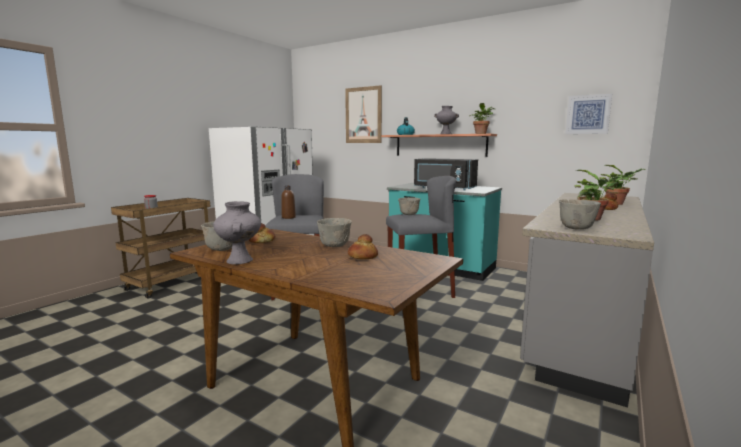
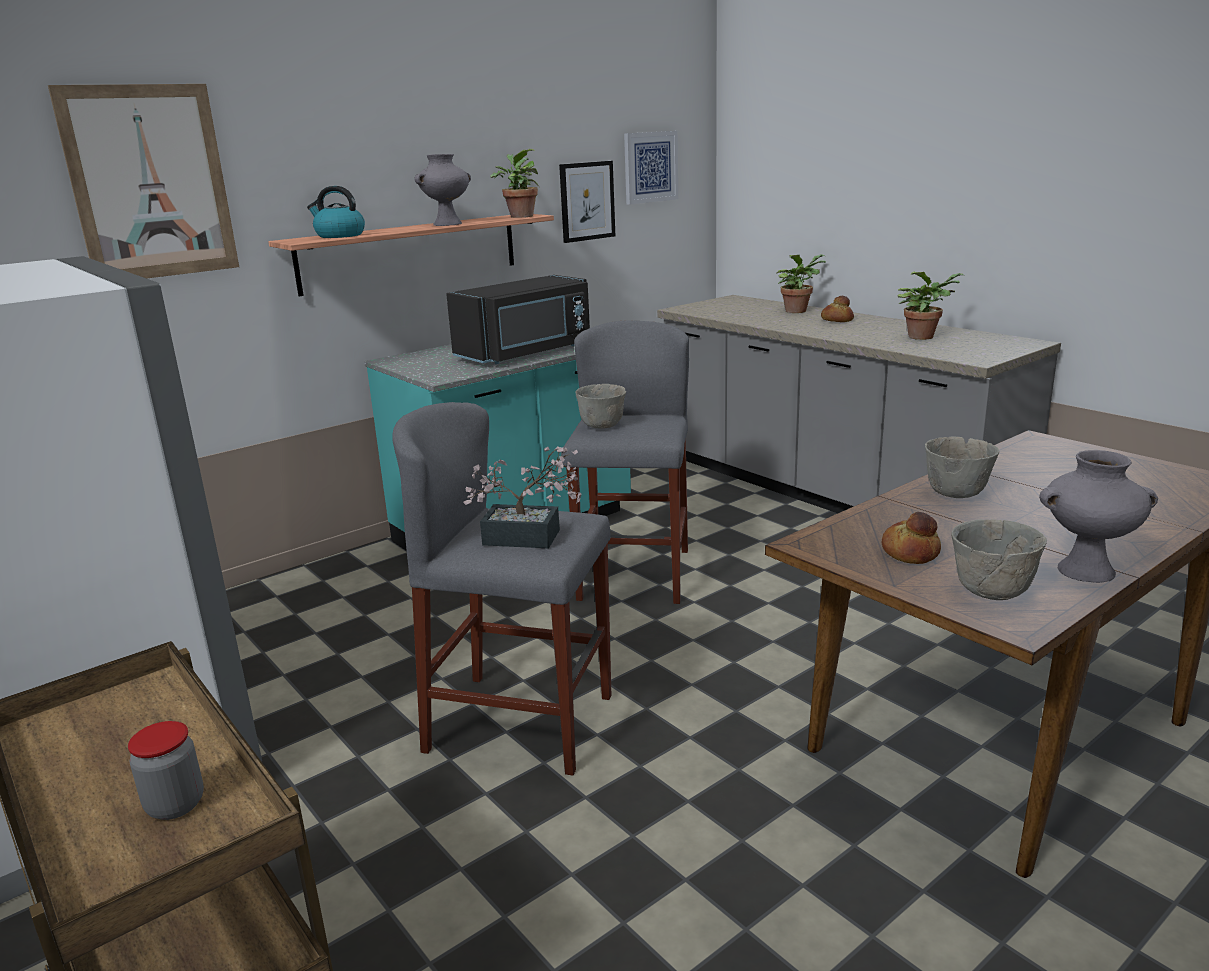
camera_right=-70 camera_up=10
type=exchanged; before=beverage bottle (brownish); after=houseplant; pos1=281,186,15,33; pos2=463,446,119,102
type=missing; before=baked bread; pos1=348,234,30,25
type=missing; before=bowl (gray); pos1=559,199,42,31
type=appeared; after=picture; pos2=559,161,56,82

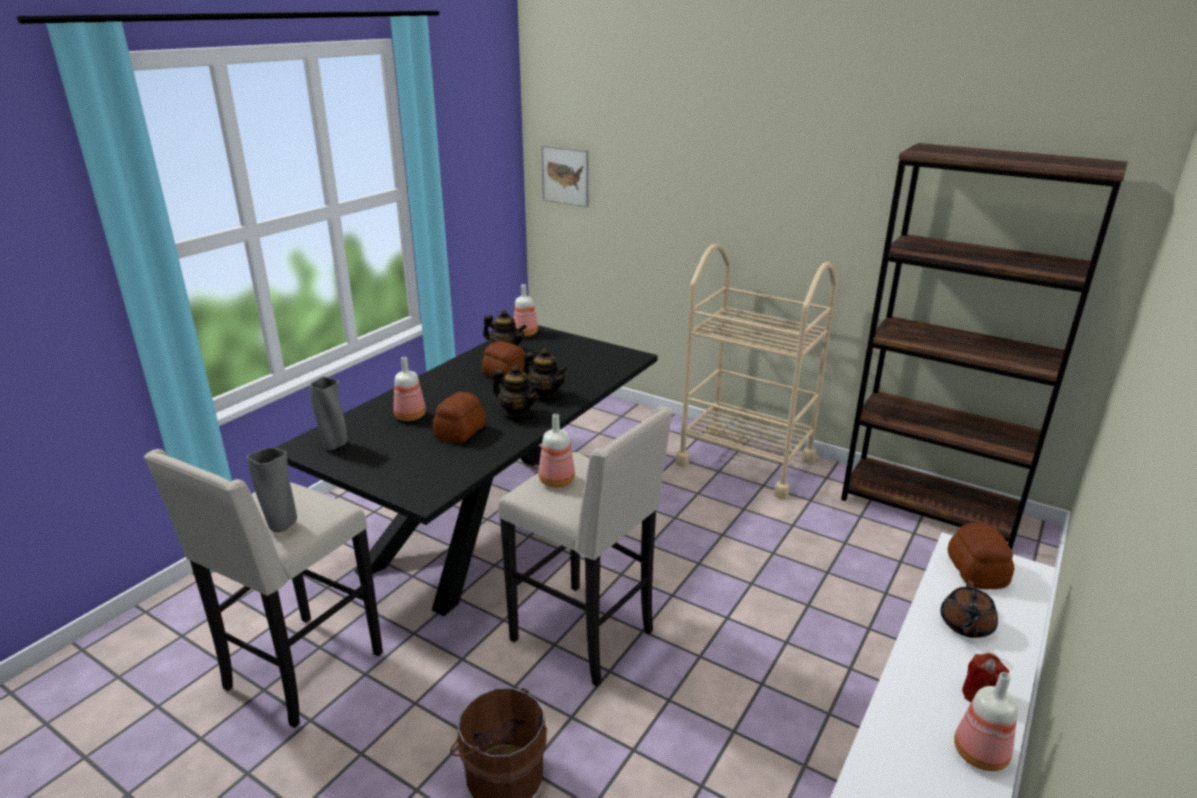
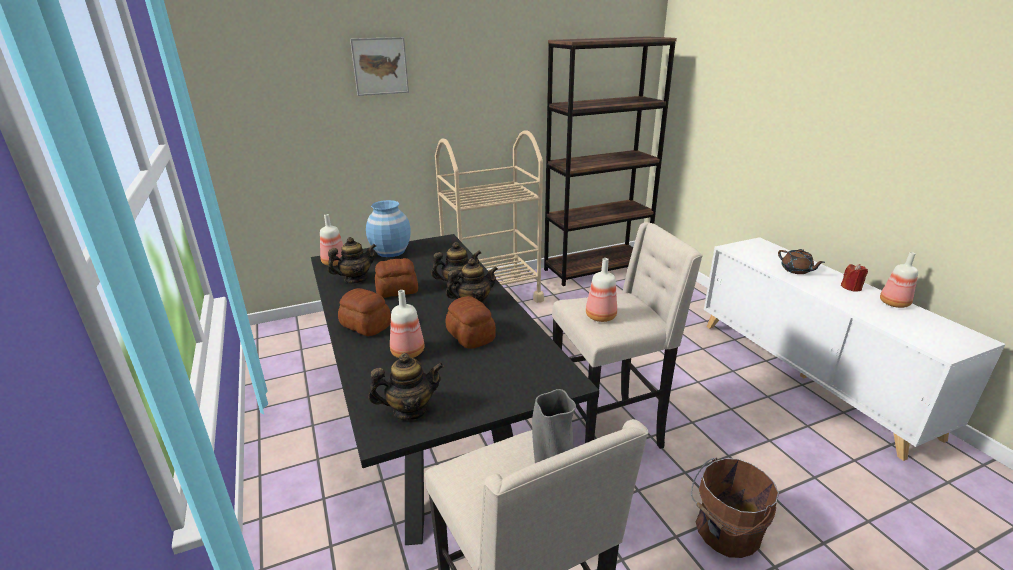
camera_right=-55 camera_up=0
type=exchanged; before=vase (gray); after=pot for tea; pos1=310,377,37,73; pos2=368,353,76,68
type=relocated; before=picture; pos1=541,145,48,62; pos2=350,37,59,59
type=relocated; before=baked bread; pos1=948,522,67,67; pos2=338,288,53,48
type=appeared; after=vase (bluish); pos2=366,200,45,57

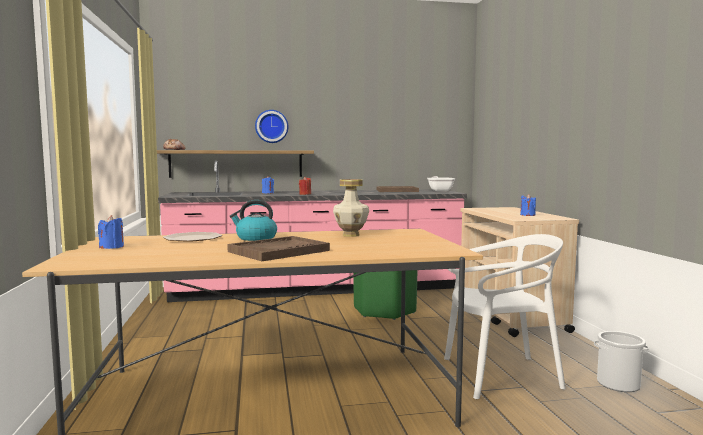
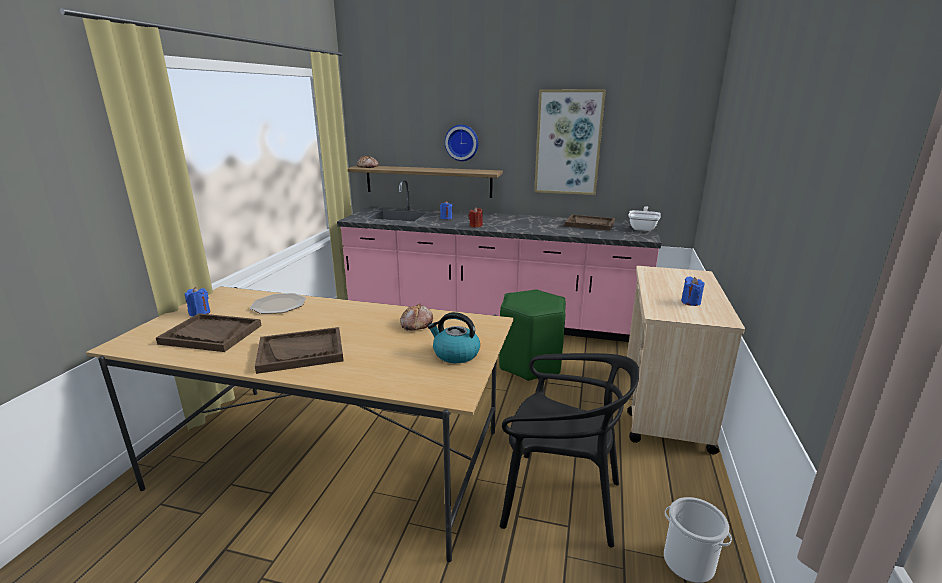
camera_right=25 camera_up=15
type=relocated; before=kettle; pos1=230,200,47,41; pos2=428,312,52,51
type=exchanged; before=vase; after=baked bread; pos1=333,179,36,58; pos2=400,303,33,28
type=colour; before=plain chair (white); after=plain chair (black); pos1=444,234,122,165; pos2=500,353,139,195
type=appeared; after=tray (brownish); pos2=156,313,106,39
type=appeared; after=picture; pos2=534,89,72,106

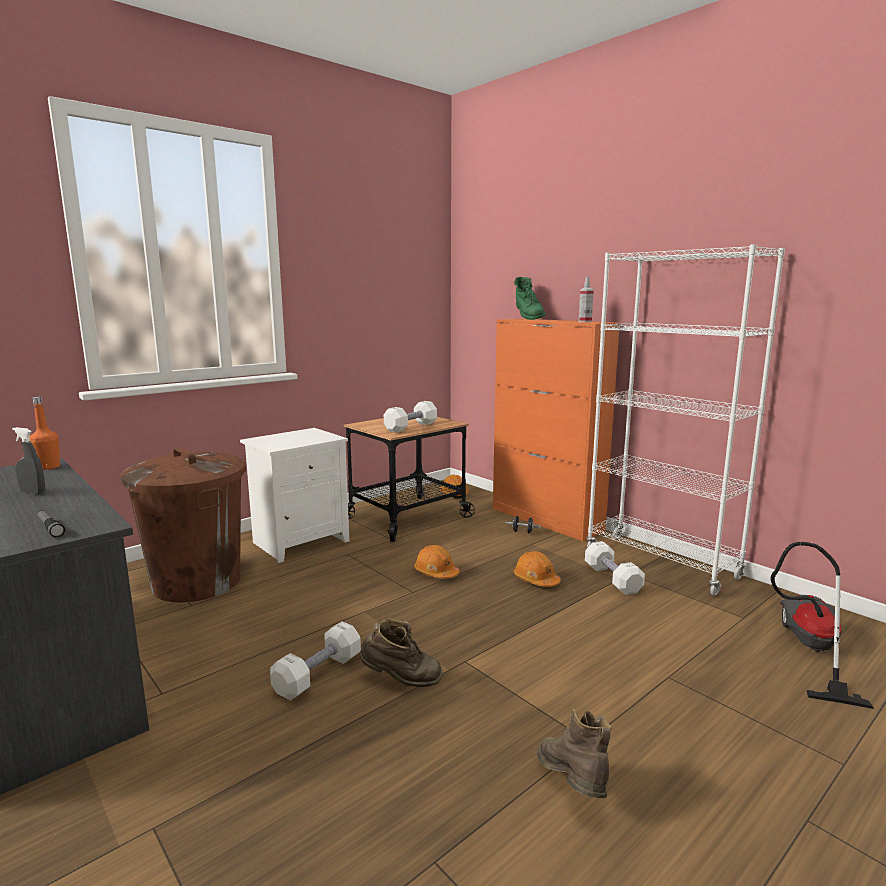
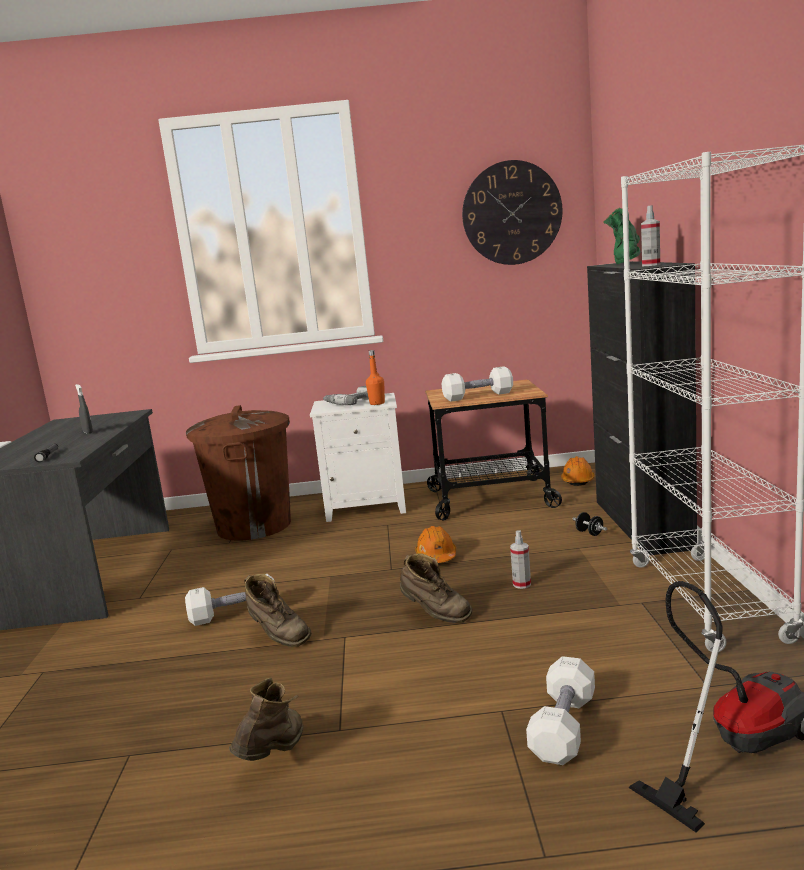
camera_right=40 camera_up=0
type=relocated; before=beverage bottle (orange); pos1=29,397,31,73; pos2=366,350,19,55
type=colour; before=cupboard (orange); after=cupboard (black); pos1=493,319,127,222; pos2=587,261,110,294
type=exchanged; before=work helmet (orange); after=hand sprayer; pos1=513,551,48,36; pos2=510,530,21,59
type=relocated; before=dumbbell (white); pos1=585,541,60,54; pos2=526,656,69,109
type=appeared; after=electric drill; pos2=323,386,46,19
type=appeared; after=tall boot (brownish); pos2=400,553,73,70
type=appeared; after=clock on the wall; pos2=462,160,101,105

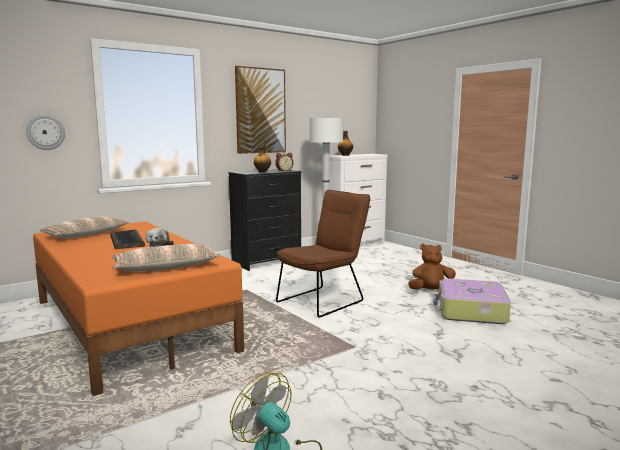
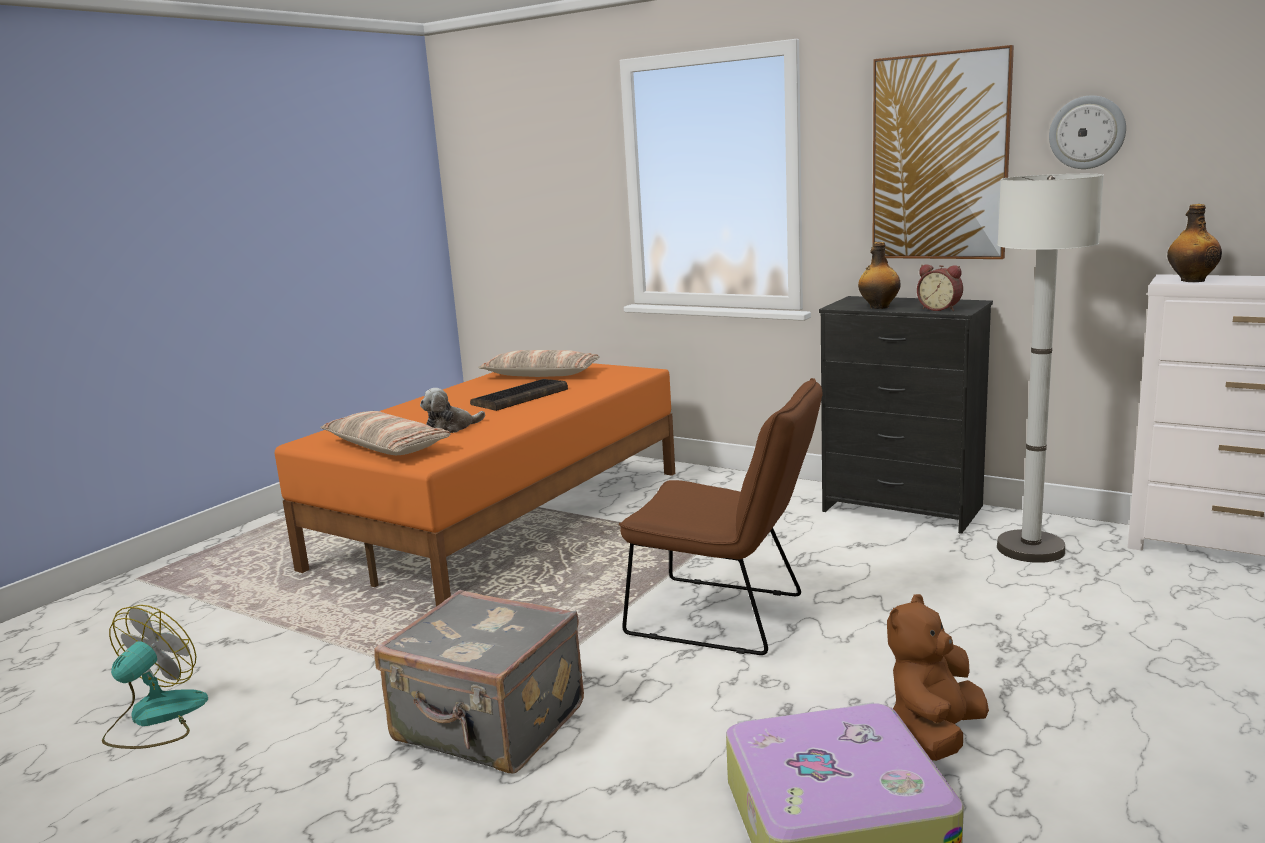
camera_right=70 camera_up=5
type=relocated; before=clock on the wall; pos1=26,115,39,35; pos2=1049,95,77,74
type=spun; before=plush toy (brownish); pos1=408,244,48,46; pos2=887,594,102,167; turn=-120
type=appeared; after=suitcase (gray); pos2=374,590,210,183

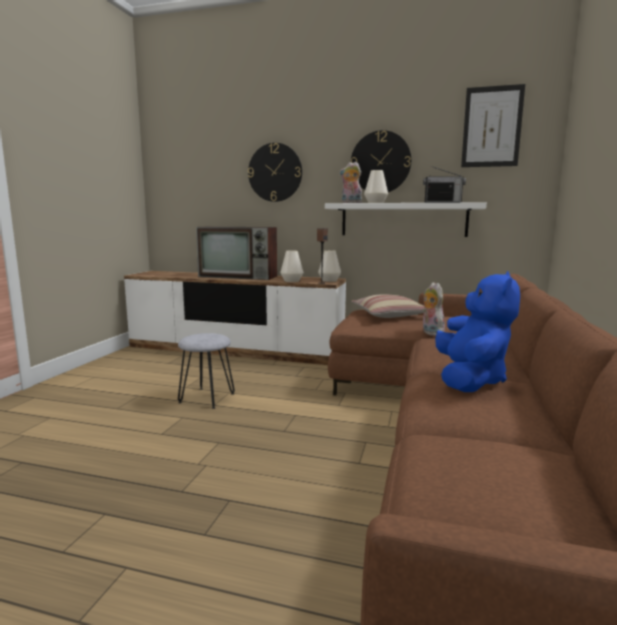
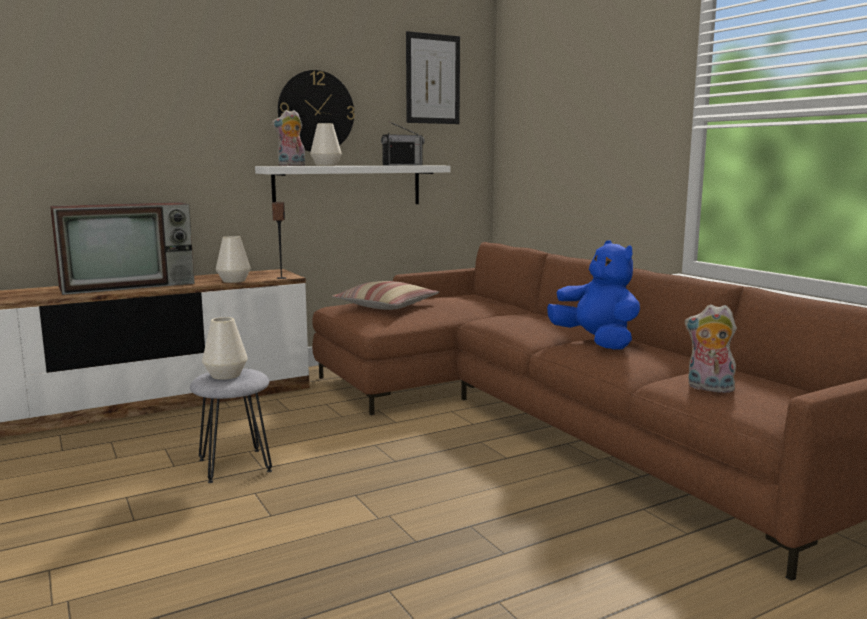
camera_right=-45 camera_up=0
type=missing; before=clock on the wall; pos1=248,143,54,59
type=relocated; before=vase (white); pos1=318,250,23,32; pos2=202,317,46,63
type=relocated; before=plush toy; pos1=422,282,23,54; pos2=685,304,53,89

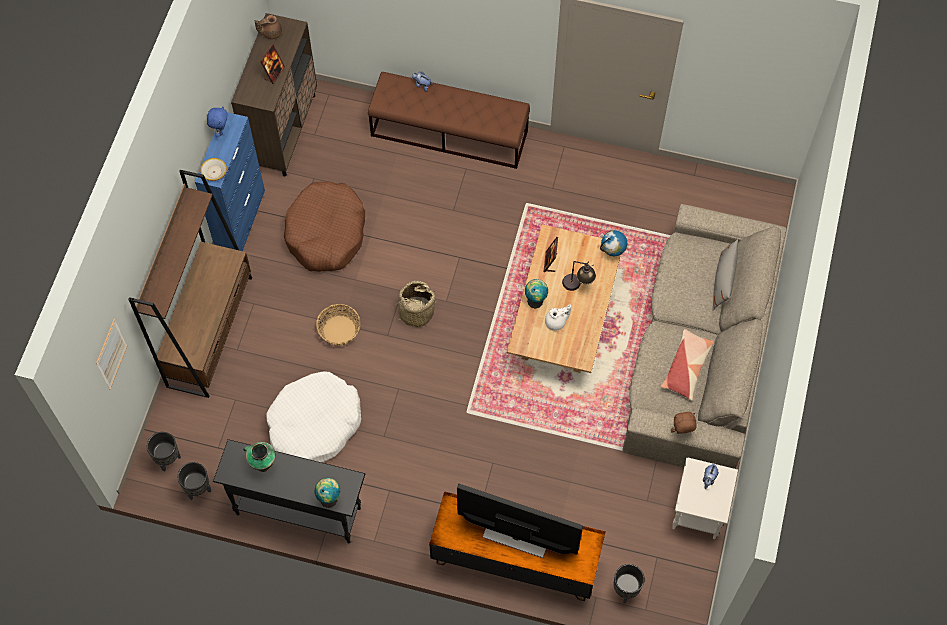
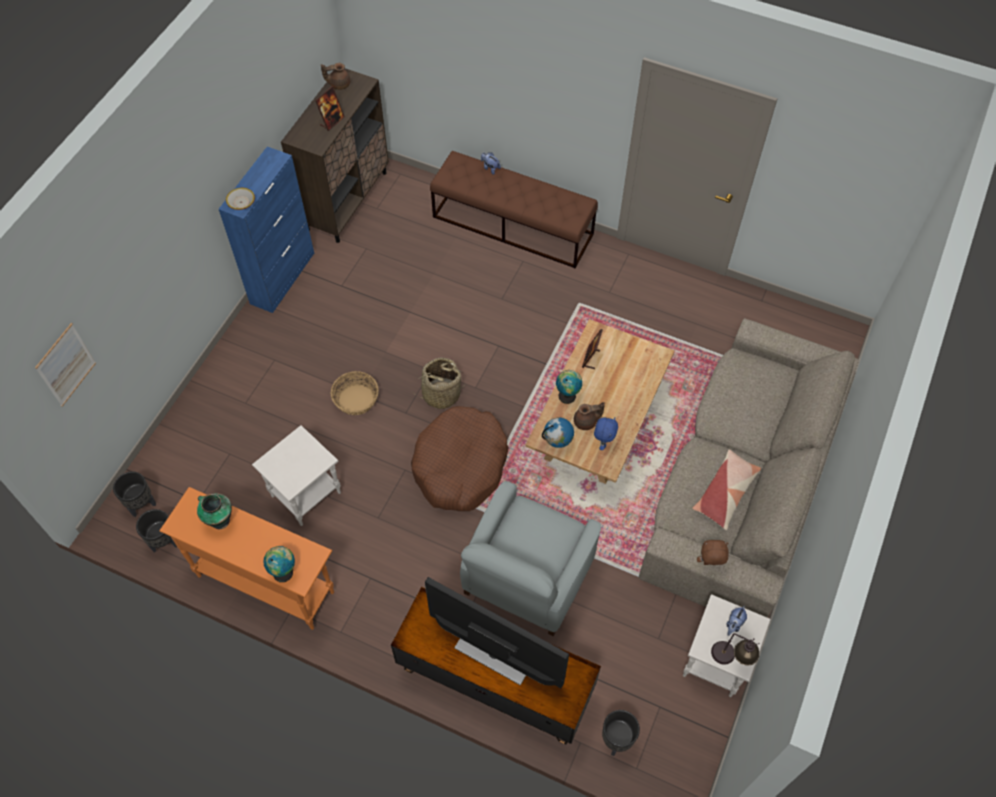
camera_right=10 camera_up=-5
type=missing; before=bookcase (brownish); pos1=128,170,124,228
type=relocated; before=plush toy (bluish); pos1=207,106,21,31; pos2=594,418,24,32
type=colour; before=narrow table (black); after=narrow table (orange); pos1=213,439,152,104; pos2=159,487,175,143
type=exchanged; before=dog bed (white); after=side table (white); pos1=266,371,95,91; pos2=252,425,89,101
type=relocated; before=dog bed (brownish); pos1=284,181,81,91; pos2=411,406,98,105
type=colour; before=pot for tea (white); after=pot for tea (brownish); pos1=545,304,26,27; pos2=574,402,31,28
type=relocated; before=lamp for a table; pos1=562,261,34,30; pos2=711,633,49,32
type=relocated; before=desk globe; pos1=600,230,27,26; pos2=542,417,32,31
type=missing; before=throw pillow (gray); pos1=712,239,26,72
type=appeared; after=easy chair (gray); pos2=460,481,141,155

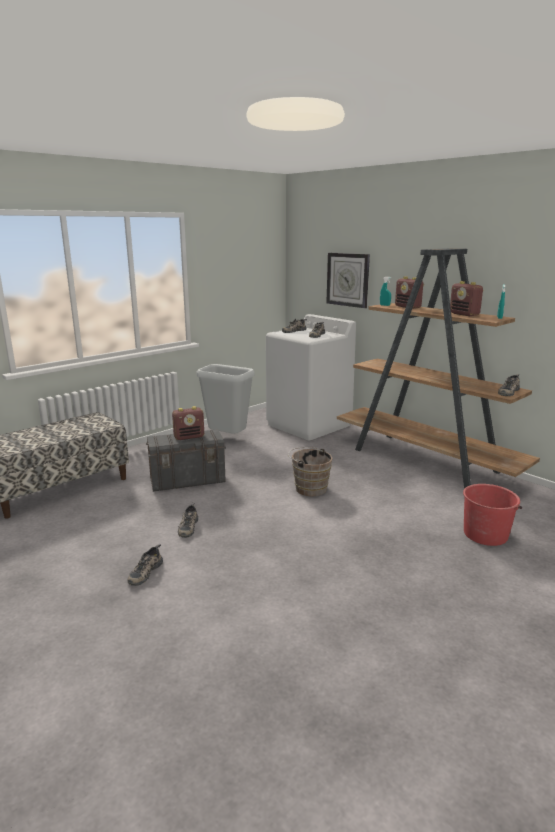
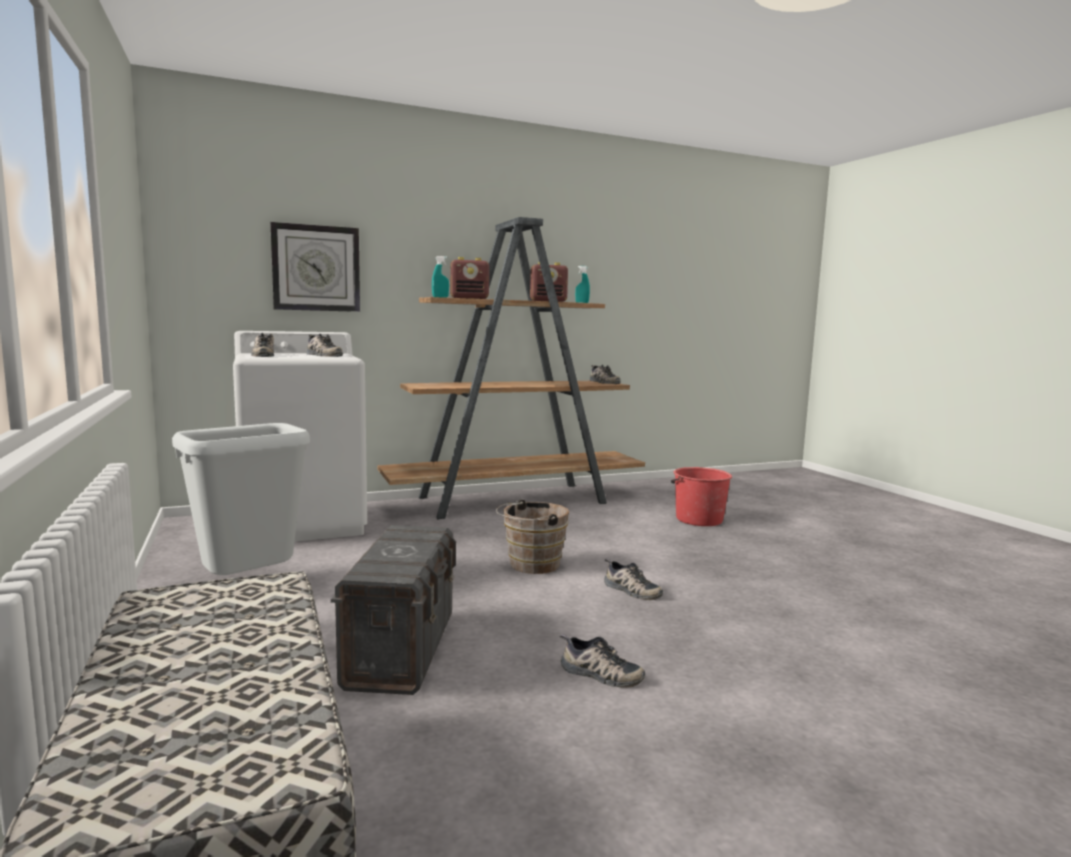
camera_right=-70 camera_up=-10
type=relocated; before=shoe; pos1=128,544,35,42; pos2=604,559,59,41
type=missing; before=radio receiver; pos1=172,406,32,34

